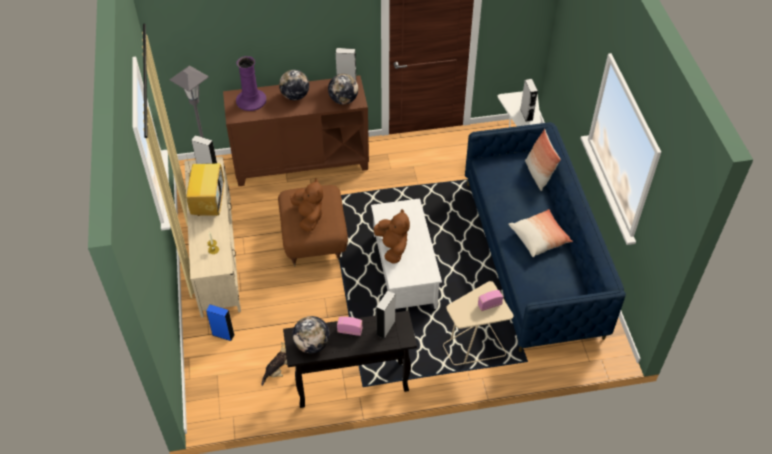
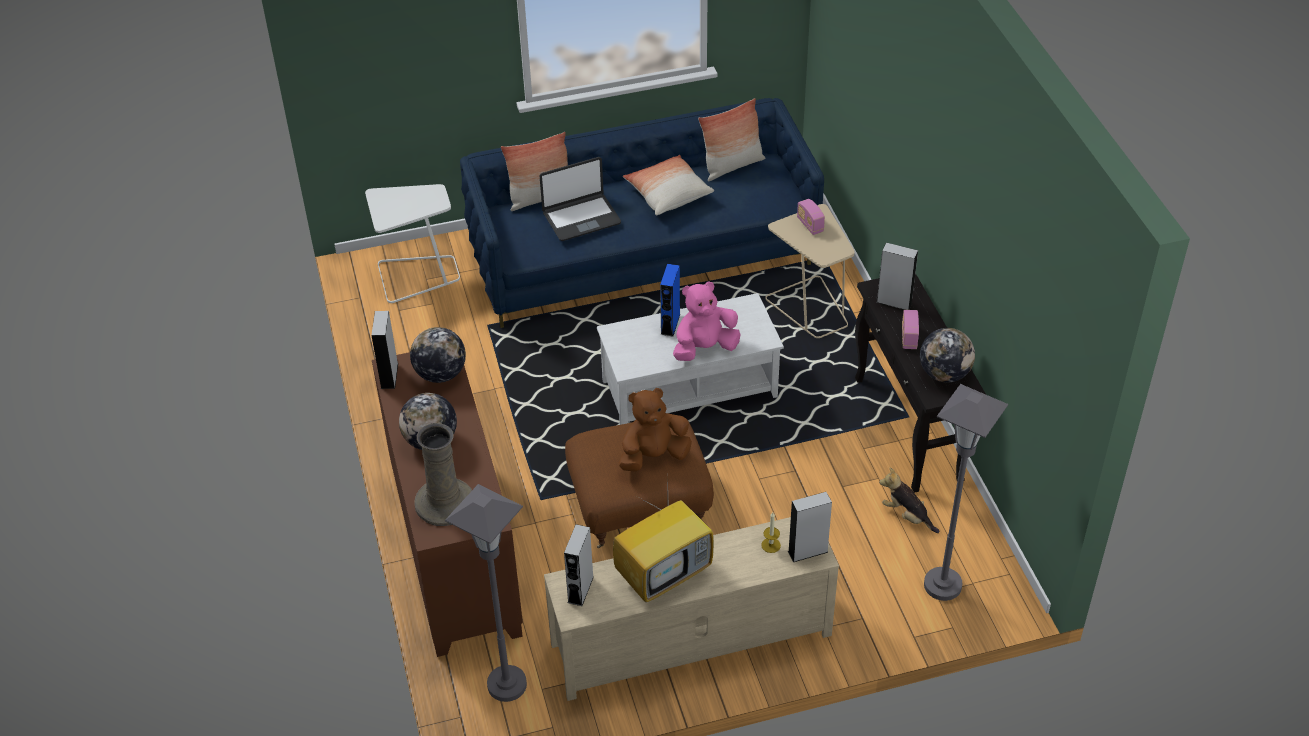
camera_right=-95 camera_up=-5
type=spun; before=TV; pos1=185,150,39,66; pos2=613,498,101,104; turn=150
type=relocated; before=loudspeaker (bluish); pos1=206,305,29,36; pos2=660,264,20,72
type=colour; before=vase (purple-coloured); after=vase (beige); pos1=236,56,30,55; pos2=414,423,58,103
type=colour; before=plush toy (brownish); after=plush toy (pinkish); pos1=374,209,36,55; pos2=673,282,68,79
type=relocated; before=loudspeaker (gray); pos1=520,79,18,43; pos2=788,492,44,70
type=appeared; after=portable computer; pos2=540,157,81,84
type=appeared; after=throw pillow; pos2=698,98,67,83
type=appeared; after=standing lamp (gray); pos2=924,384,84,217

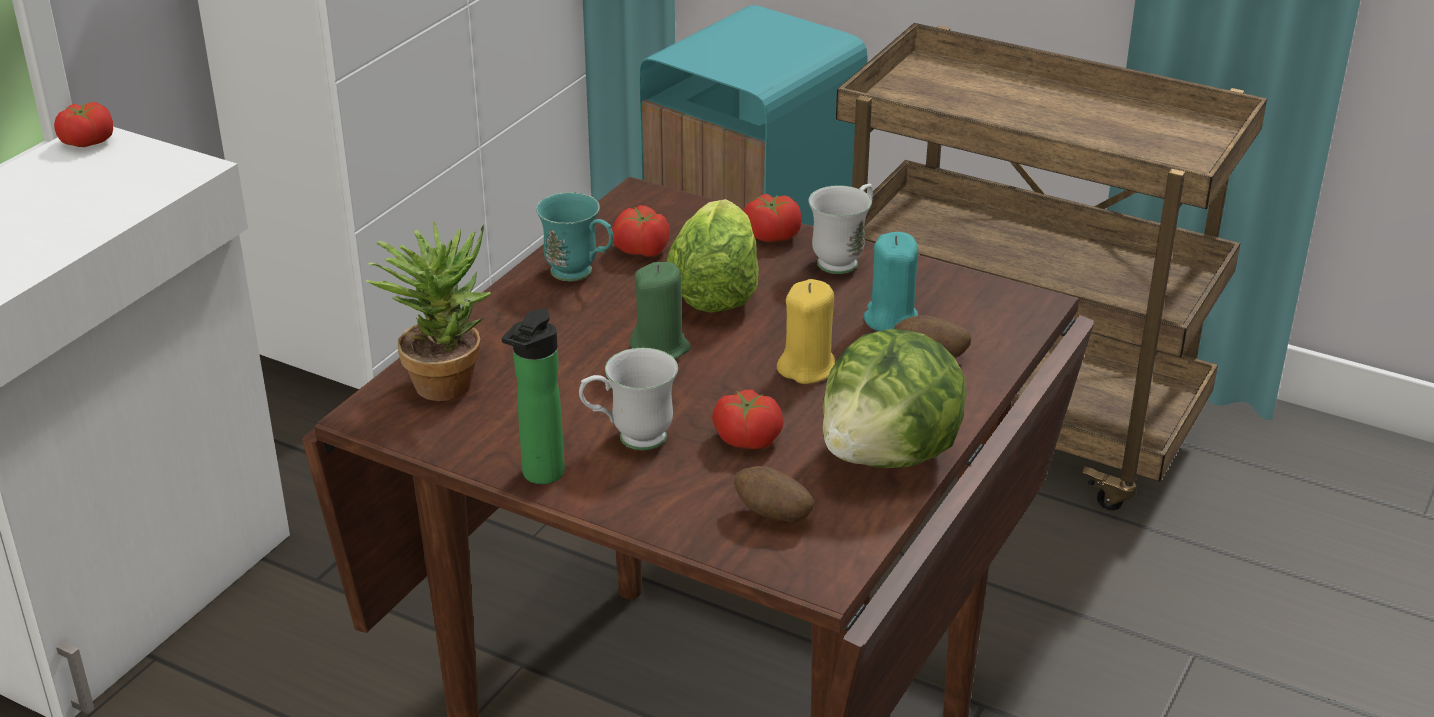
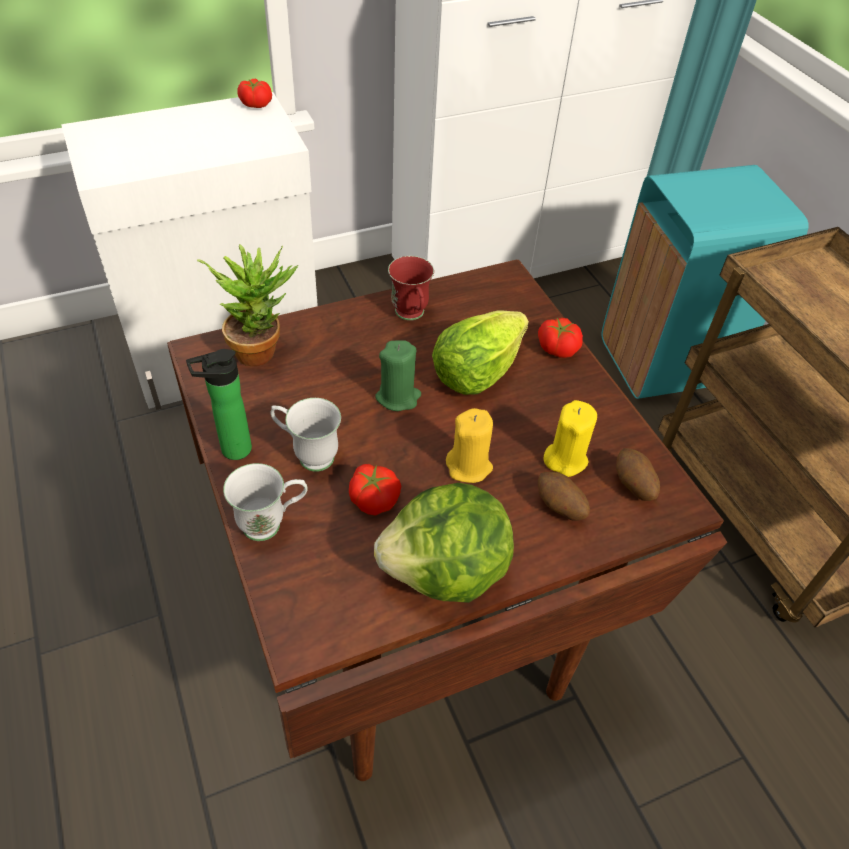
camera_right=35 camera_up=15
type=colour; before=mug (turquoise-coloured); after=mug (red-coloured); pos1=536,192,78,89; pos2=388,256,46,64
type=missing; before=whole tomato; pos1=612,205,58,52
type=relocated; before=whole potato; pos1=734,466,80,56; pos2=616,448,44,53
type=relocated; before=mug (white); pos1=809,184,64,90; pos2=223,463,85,78
type=colour; before=wax light (turquoise-coloured); after=wax light (yellowish); pos1=864,232,54,99; pos2=543,400,54,77

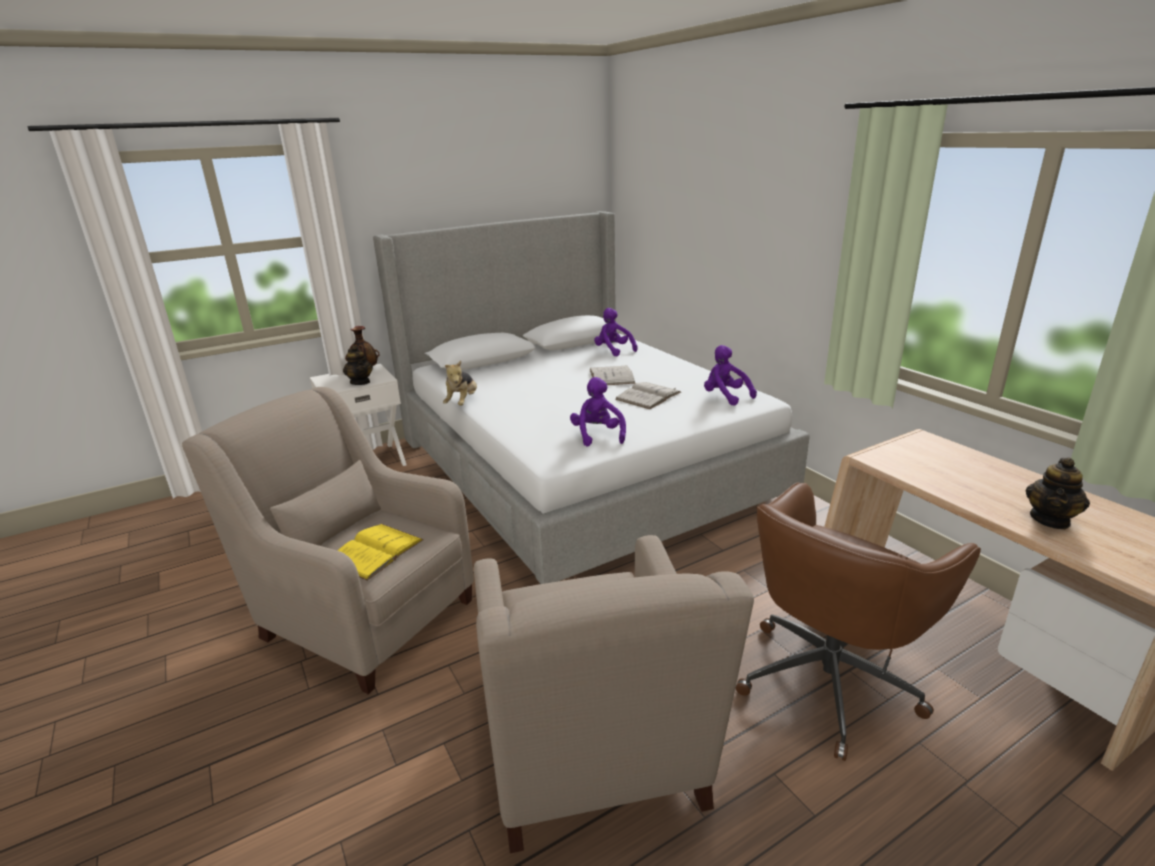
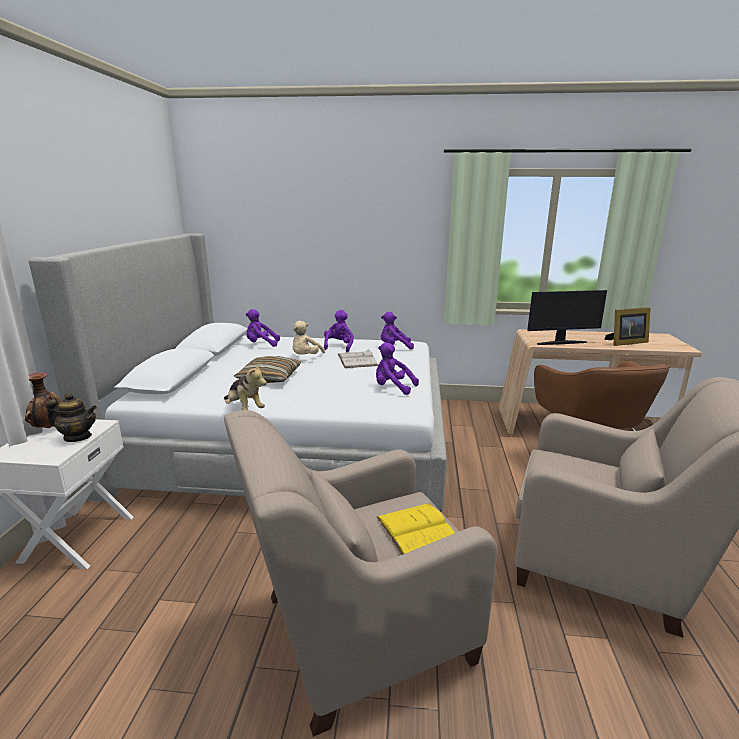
camera_right=-55 camera_up=-5
type=exchanged; before=volume (white); after=plush toy (beige); pos1=590,366,45,19; pos2=293,321,32,34
type=exchanged; before=pot for tea; after=standing frame; pos1=1026,457,64,72; pos2=604,307,47,39
type=appeared; after=throw pillow; pos2=234,356,67,27
type=appeared; after=plush toy (purple-coloured); pos2=324,310,30,42
type=appeared; after=computer screen; pos2=527,290,80,55

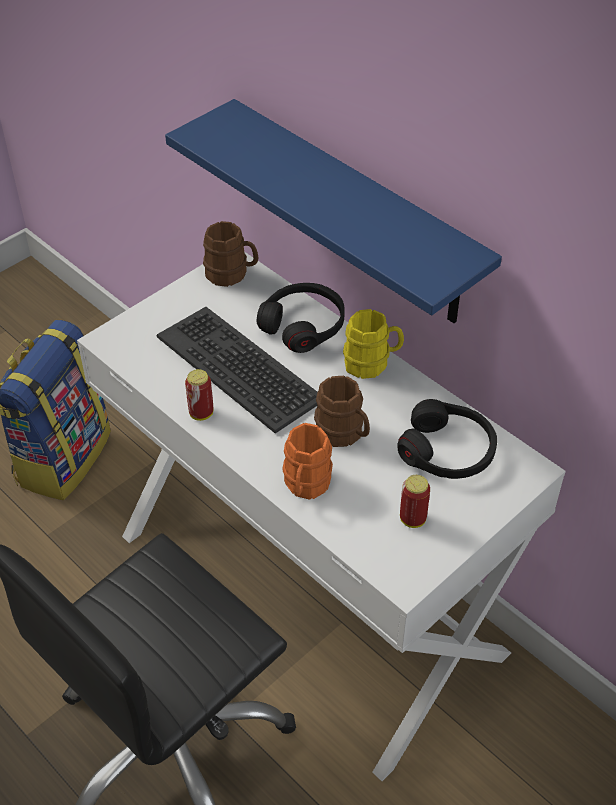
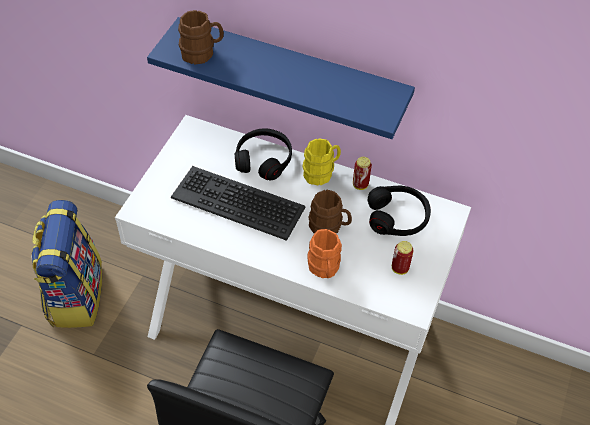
camera_right=-25 camera_up=5
type=relocated; before=can; pos1=185,369,29,52; pos2=353,157,19,33
type=relocated; before=mug (brownish); pos1=203,221,55,66; pos2=178,10,46,55

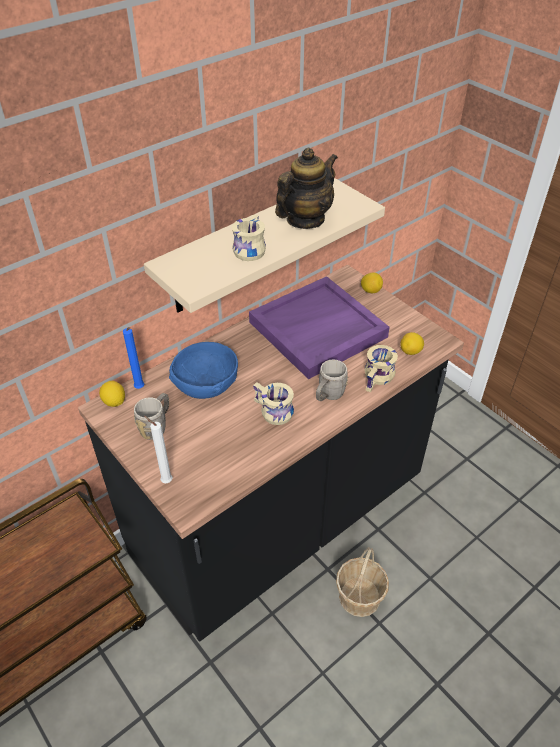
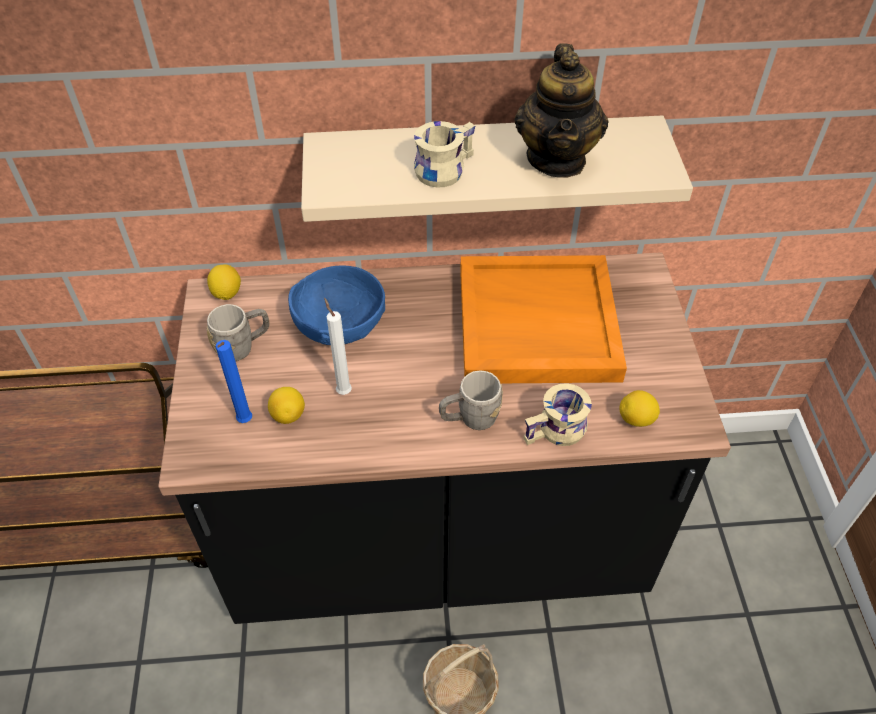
camera_right=35 camera_up=5
type=relocated; before=wax light (bluish); pos1=123,327,22,62; pos2=216,340,36,83
type=relocated; before=wax light (white); pos1=144,416,29,67; pos2=324,298,28,97
type=colour; before=tray (purple-coloured); after=tray (orange); pos1=249,276,141,103; pos2=460,255,167,128
type=missing; before=mug (beige); pos1=253,383,41,42
type=spun; before=pot for tea; pos1=275,148,63,81; pos2=514,43,95,135; turn=105
type=relocated; before=whole lemon; pos1=361,273,22,20; pos2=268,387,37,37

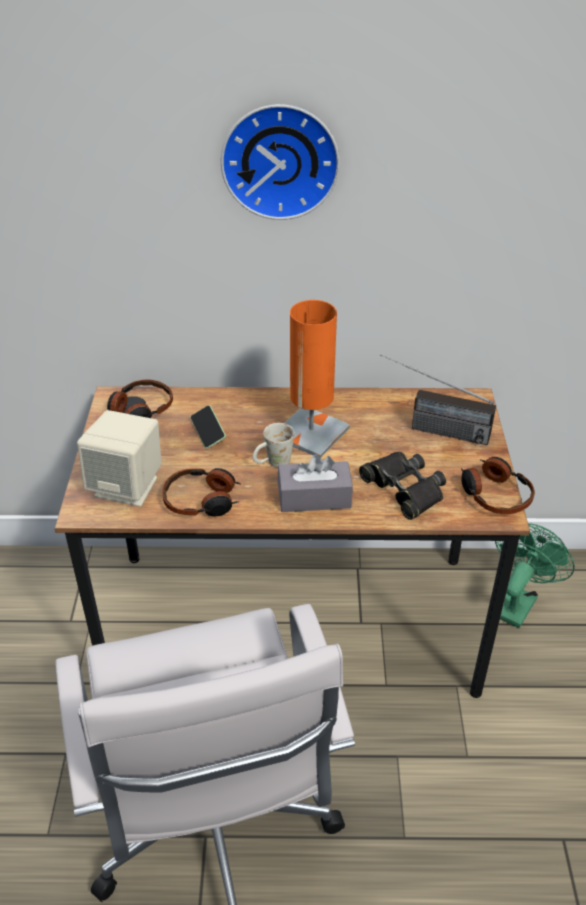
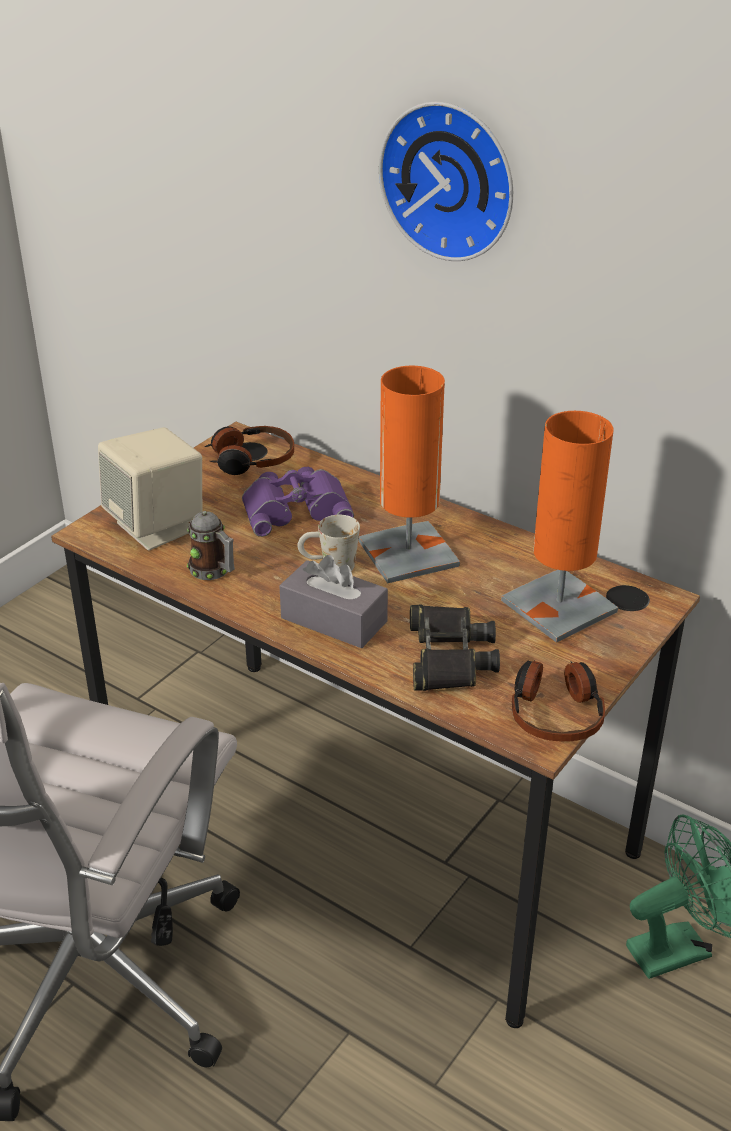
camera_right=35 camera_up=-5
type=exchanged; before=headphones; after=mug; pos1=162,468,79,49; pos2=187,511,48,69
type=exchanged; before=handset; after=pair of binoculars (purple-coloured); pos1=190,405,36,44; pos2=242,467,112,70
type=exchanged; before=radio receiver; after=lamp for a table (orange); pos1=380,354,116,91; pos2=501,411,117,232

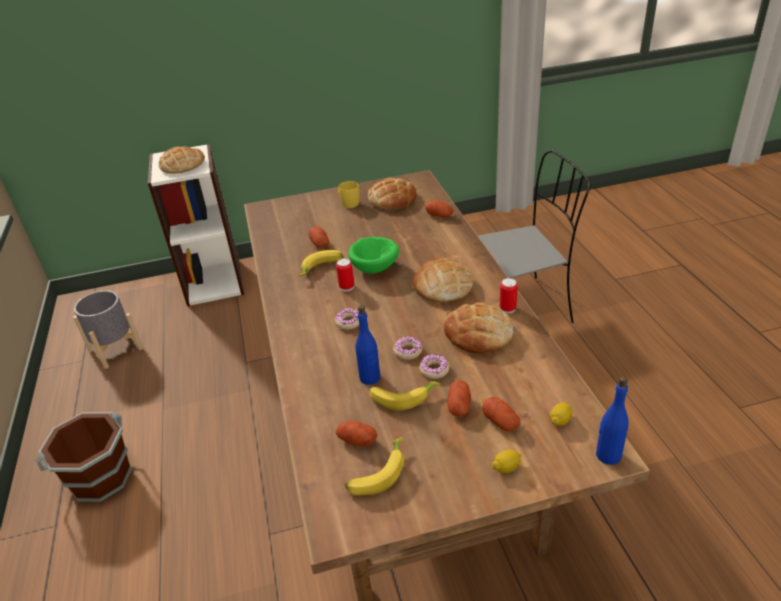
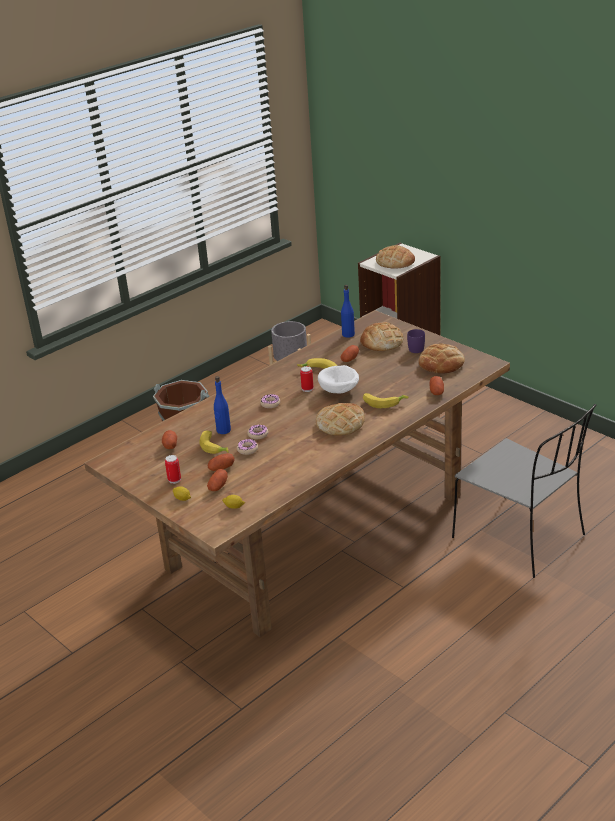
camera_right=60 camera_up=-5
type=colour; before=mug (yellowish); after=mug (purple-coloured); pos1=337,181,22,27; pos2=407,329,18,24
type=relocated; before=banana fruit; pos1=345,437,59,59; pos2=363,393,45,15
type=colour; before=bowl (green-coloured); after=bowl (white); pos1=348,237,51,37; pos2=318,365,41,29
type=relocated; before=baked bread; pos1=444,303,69,50; pos2=360,322,43,29
type=relocated; before=can; pos1=500,278,18,36; pos2=165,455,16,29
type=relocated; before=beverage bottle (bluish); pos1=596,377,33,88; pos2=341,285,14,53

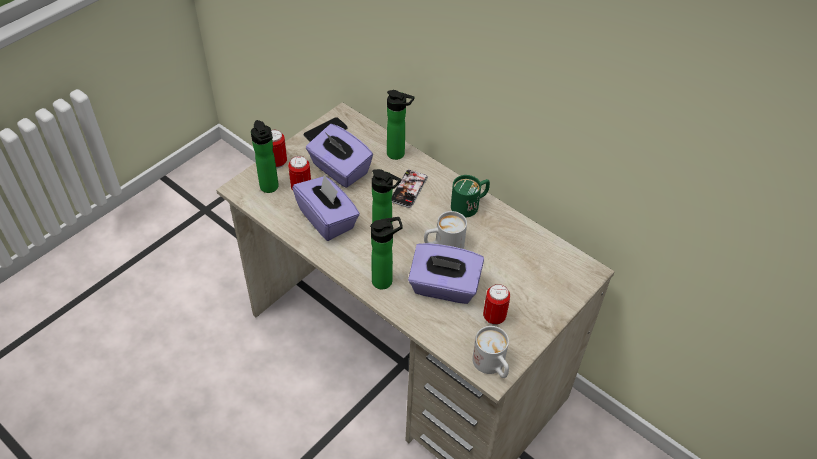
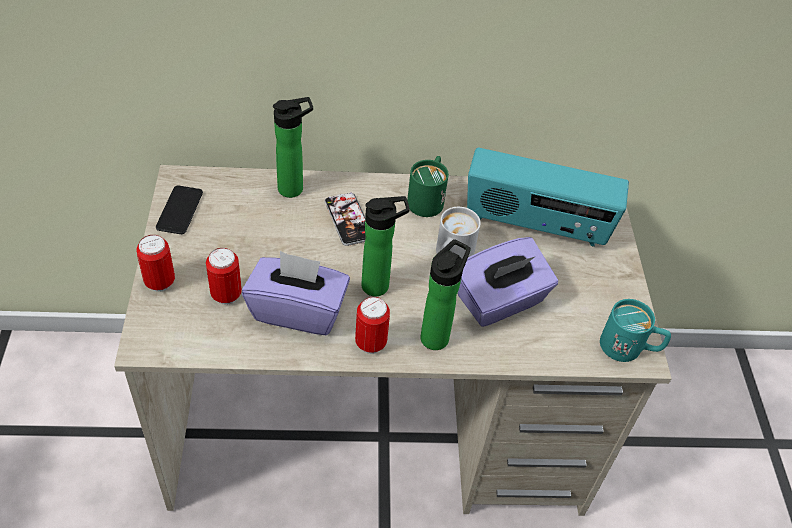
camera_right=-45 camera_up=0
type=missing; before=beverage bottle; pos1=251,120,28,73
type=missing; before=tissue box (purple-coloured); pos1=306,124,67,64
type=colour; before=mug (white); after=mug (turquoise-coloured); pos1=472,326,37,52; pos2=600,299,71,63
type=relocated; before=can; pos1=483,284,27,41; pos2=355,297,35,57
type=appeared; after=radio receiver; pos2=467,148,162,99

